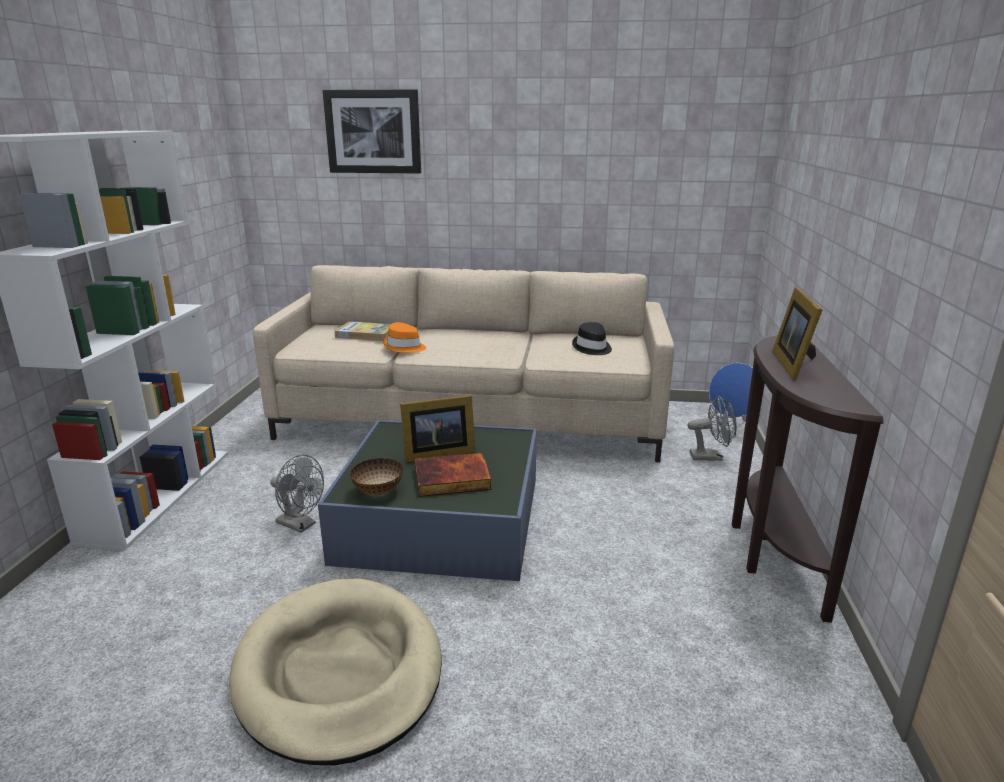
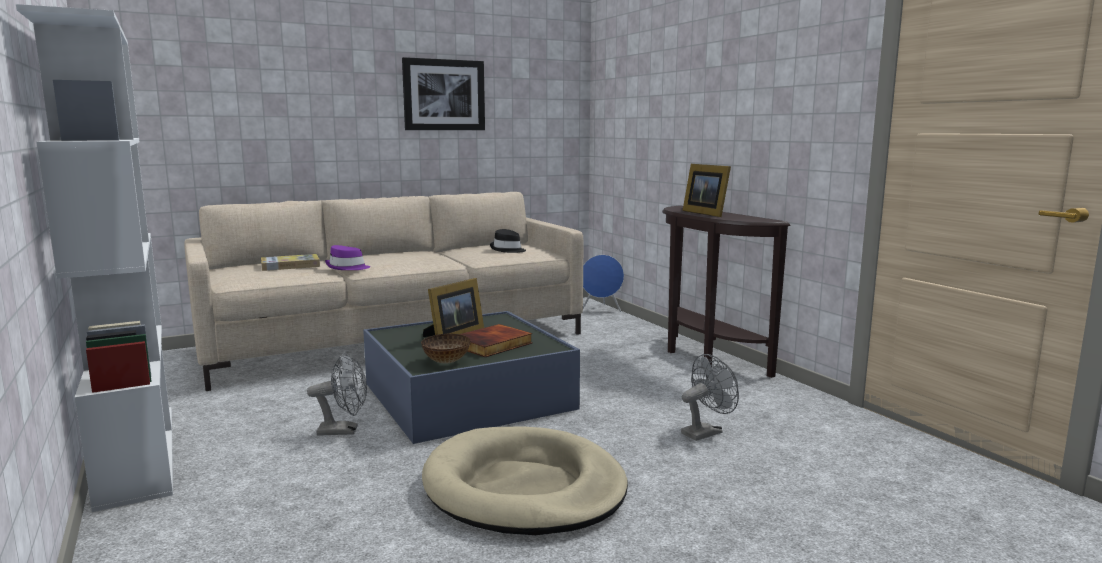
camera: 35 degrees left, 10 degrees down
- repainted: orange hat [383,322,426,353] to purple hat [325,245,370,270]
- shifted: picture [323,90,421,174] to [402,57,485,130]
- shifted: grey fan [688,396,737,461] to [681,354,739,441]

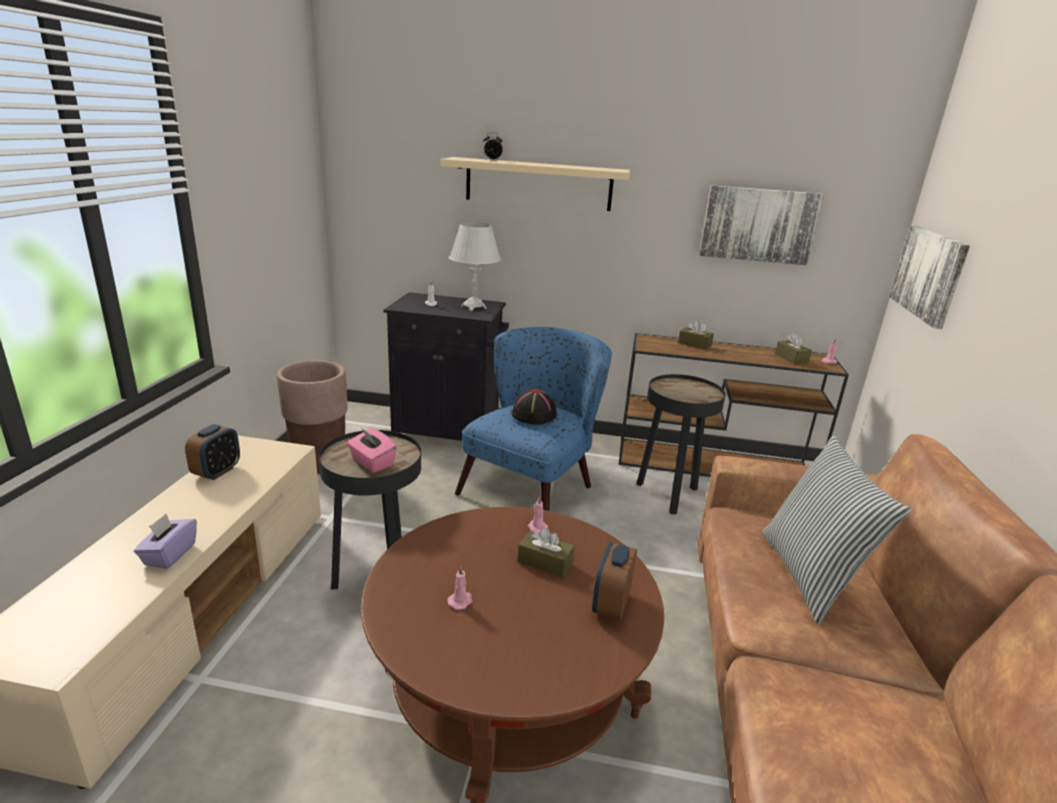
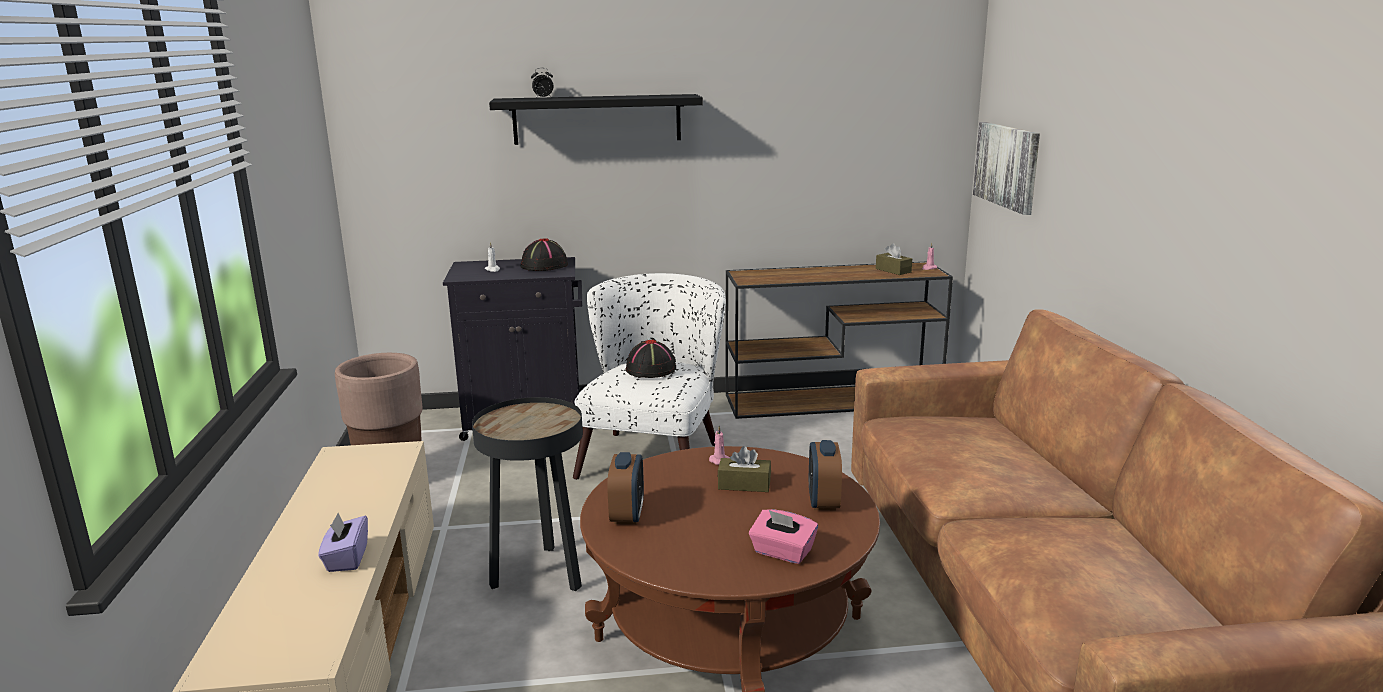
camera: 15 degrees left, 5 degrees down
- repainted: beige shelf [440,157,630,211] to black shelf [489,94,703,145]
- swapped: white table lamp [449,222,501,311] to black hat [520,238,568,271]
- repainted: blue armchair [455,327,612,511] to white armchair [573,273,726,480]
- shifted: alarm clock [185,424,240,480] to [607,452,644,524]
- shifted: pink tissue box [347,427,397,473] to [749,509,818,564]
- gone: pink candle [447,566,472,610]
- gone: black side table [636,374,726,515]
- gone: brown tissue box [678,320,714,350]
- gone: picture [699,185,824,265]
- gone: pillow [762,435,912,624]

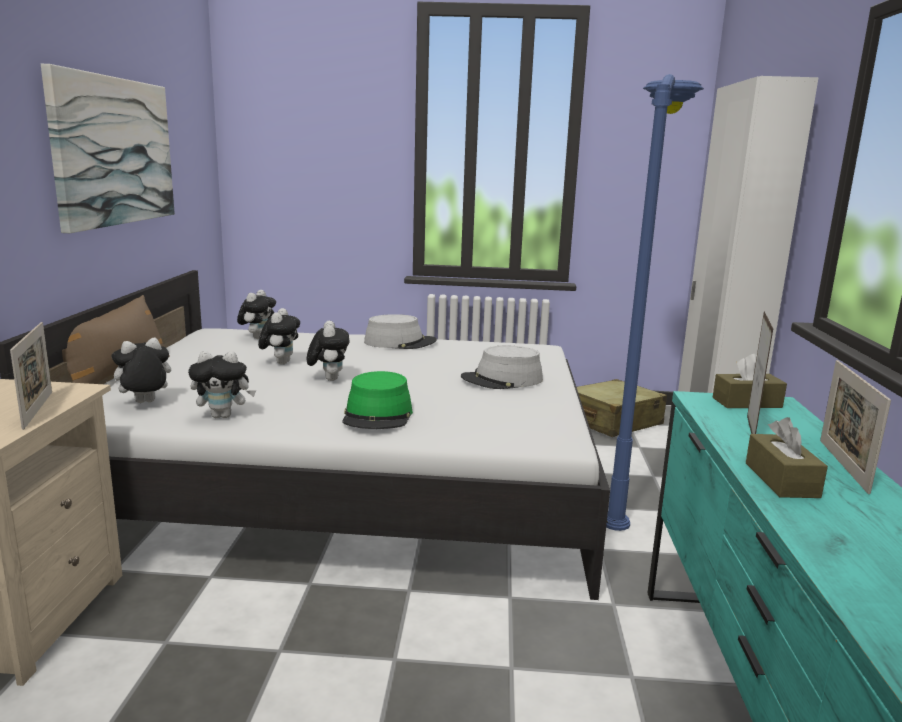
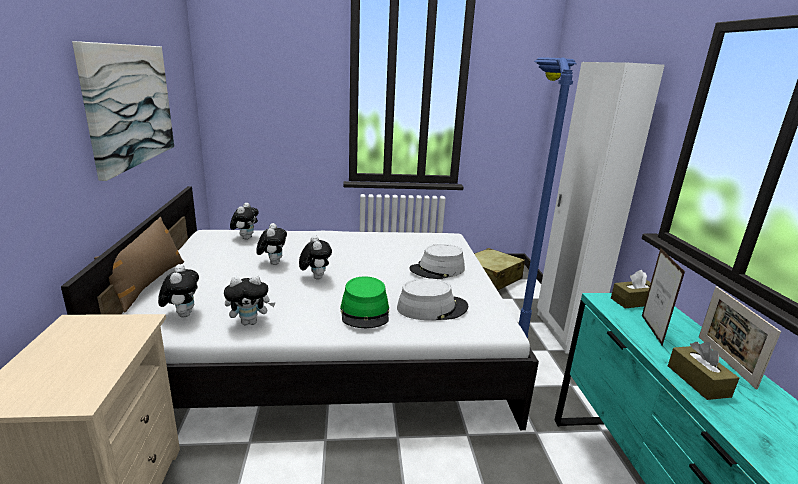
camera: 10 degrees left, 5 degrees up
- rotated: plush toy [106,337,171,403] = [158,264,199,317] 120 degrees clockwise
- shifted: grey hat [364,314,437,349] to [397,278,468,320]
- gone: picture frame [10,322,52,430]

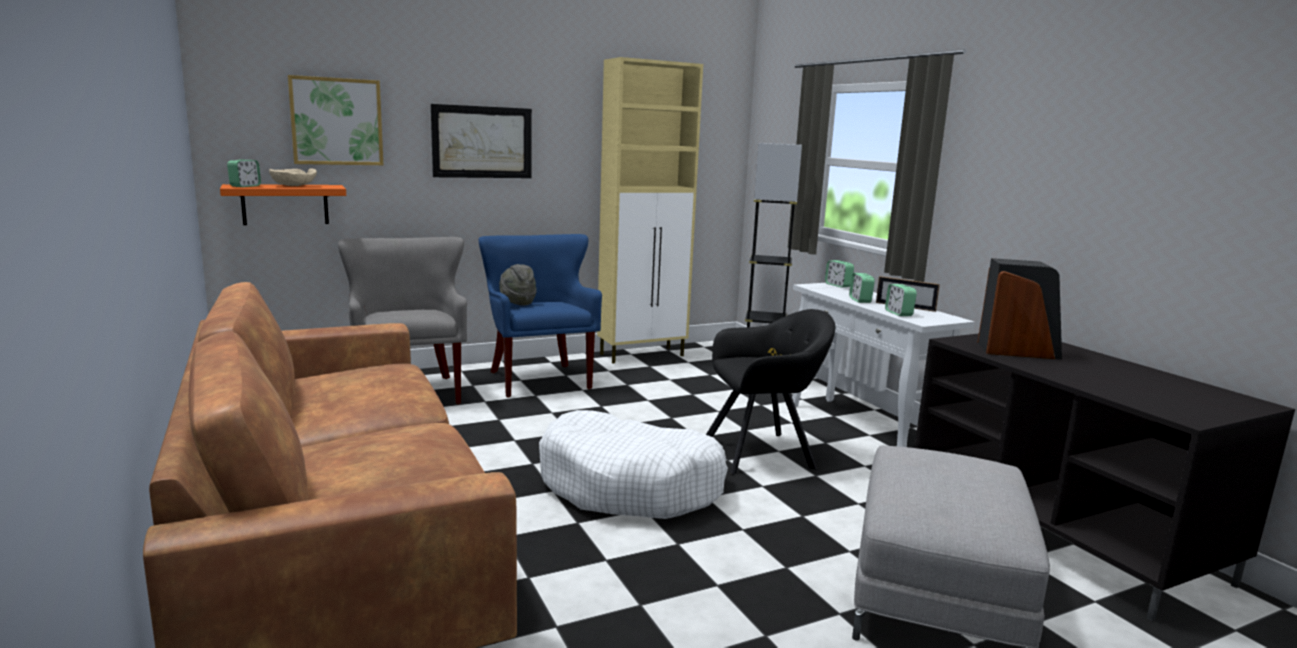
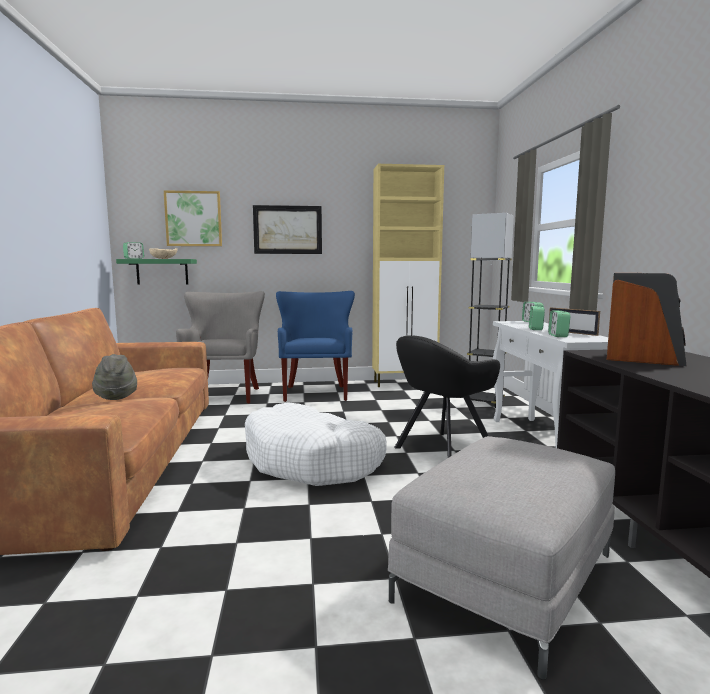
camera: 20 degrees right, 5 degrees down
- shifted: grey hat [499,264,537,306] to [92,354,137,400]
- repainted: orange shelf [220,184,346,225] to green shelf [116,259,197,285]
- rotated: black armchair [706,309,836,475] = [394,335,500,458] 135 degrees clockwise

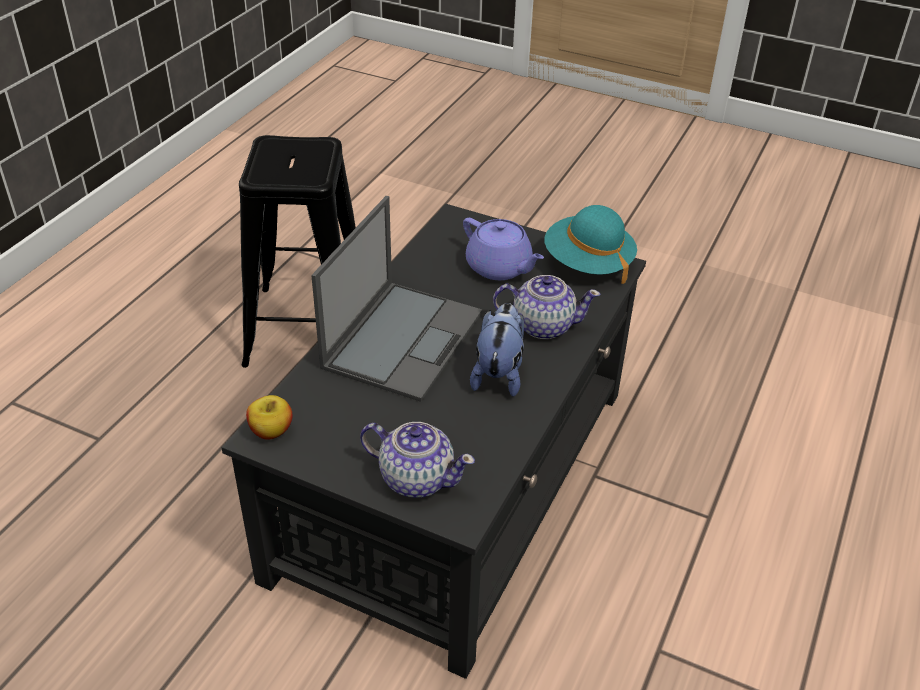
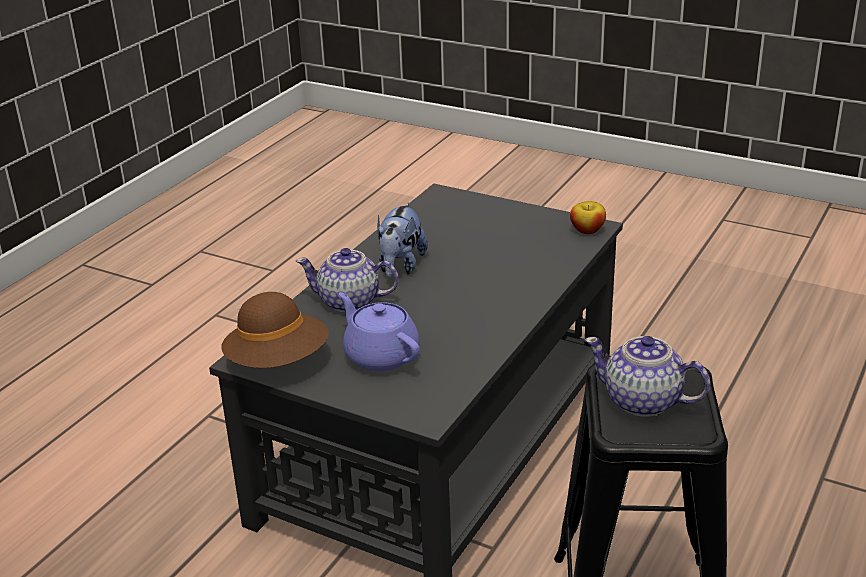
camera: 175 degrees left, 10 degrees down
- repainted: turquoise hat [544,205,637,284] to brown hat [222,292,329,368]
- shifted: teapot [360,422,475,498] to [584,336,710,417]
- gone: laptop [311,196,482,402]

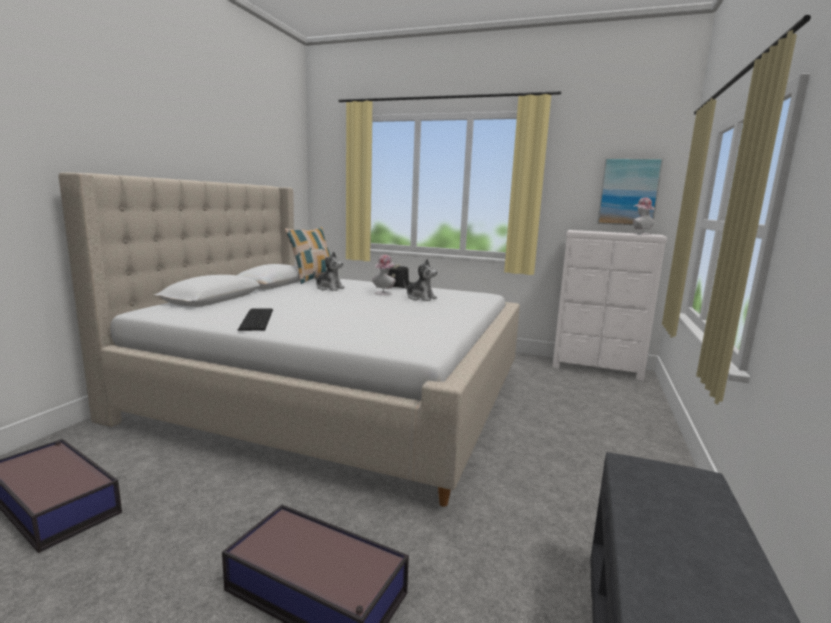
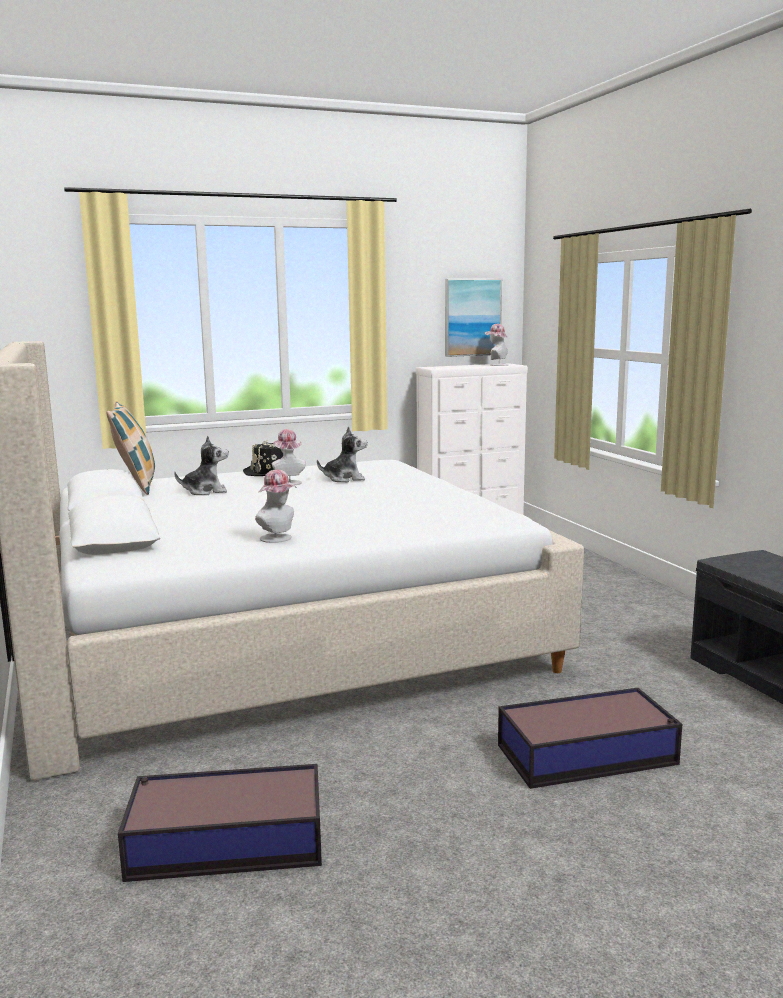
camera: 40 degrees left, 0 degrees up
- swapped: keyboard [238,308,273,331] to hat [255,469,297,543]

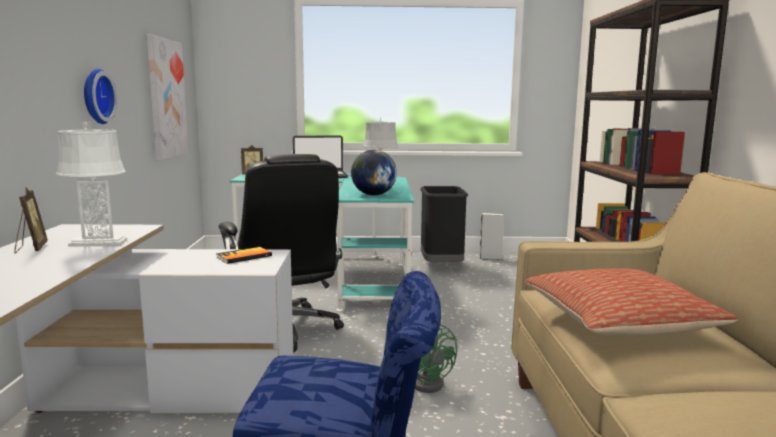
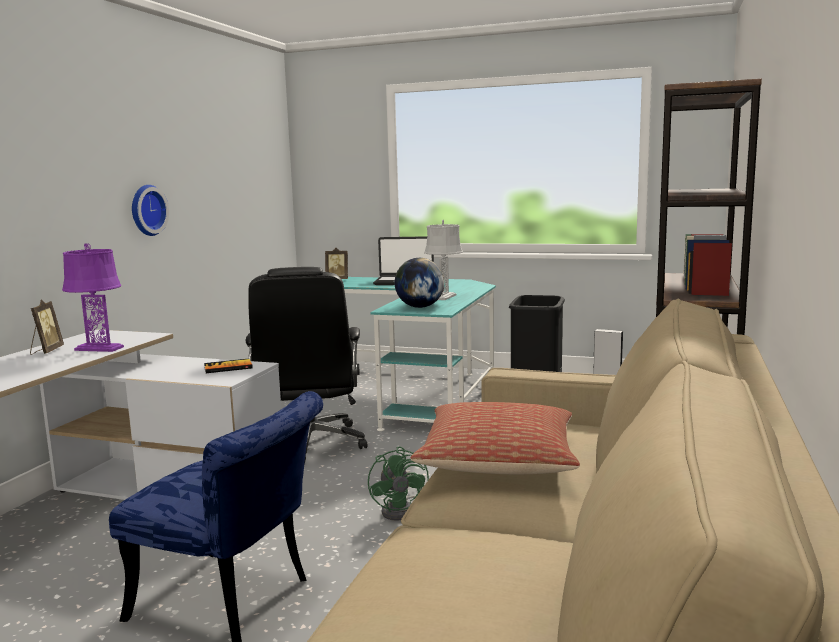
camera: 20 degrees right, 0 degrees up
- repainted: white table lamp [56,121,127,247] to purple table lamp [62,244,124,352]
- gone: picture [147,34,188,161]

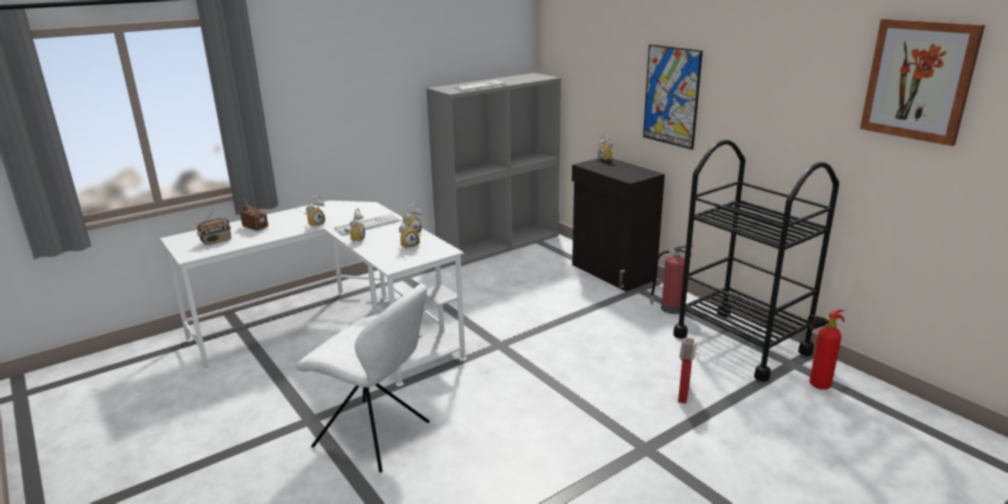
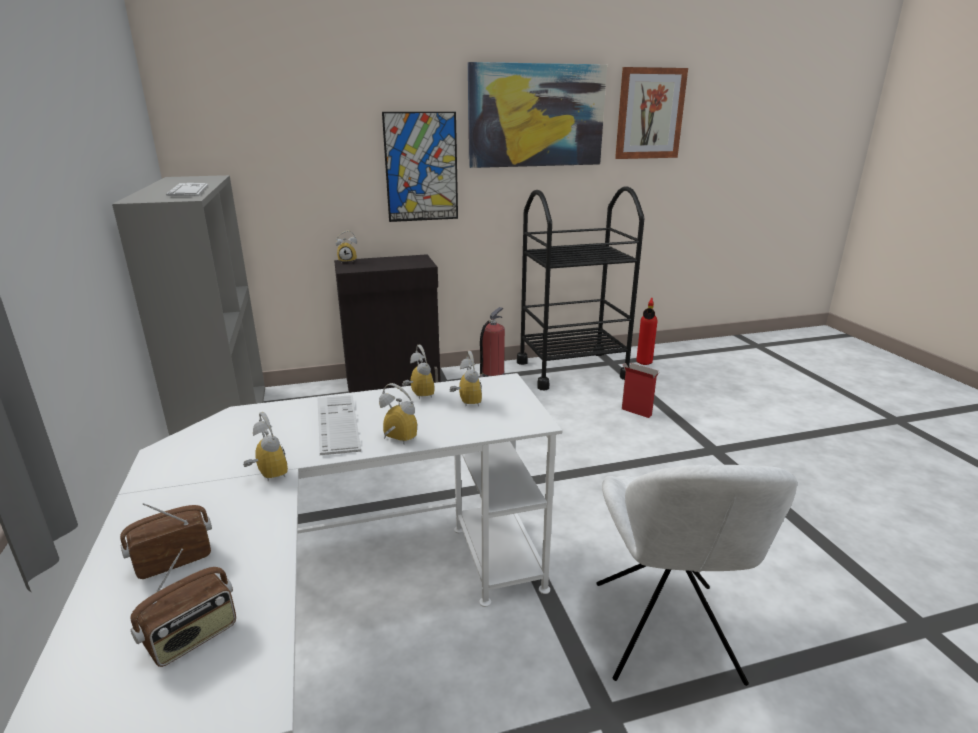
camera: 70 degrees left, 0 degrees up
- rotated: radio [197,210,231,245] = [130,549,236,667] 60 degrees clockwise
- new: picture [468,62,607,168]
- rotated: white chair [296,284,430,473] = [596,465,797,686] 135 degrees clockwise

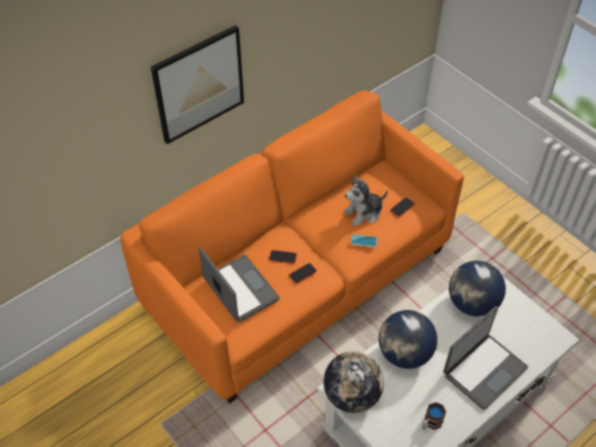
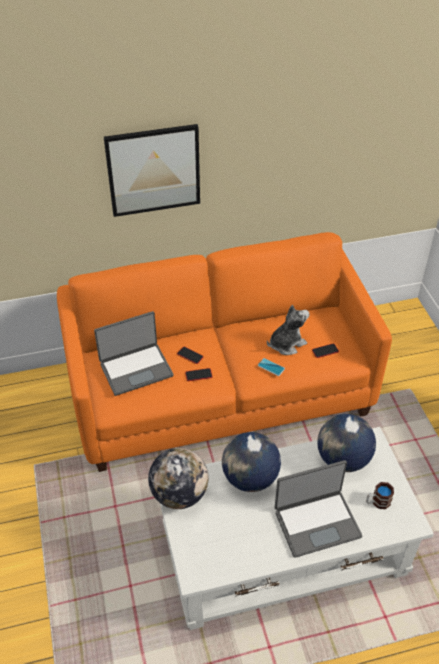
camera: 25 degrees right, 5 degrees down
- rotated: laptop [199,248,279,322] = [94,311,174,396] 75 degrees clockwise
- rotated: plush toy [344,175,388,226] = [267,305,309,355] 150 degrees clockwise
- shifted: mug [422,402,446,430] to [366,482,394,509]

